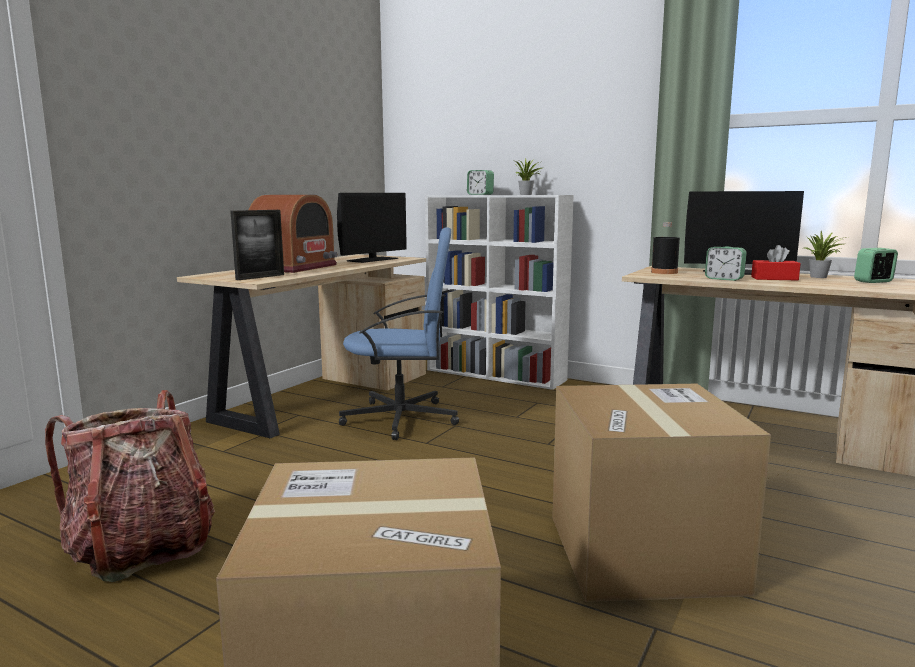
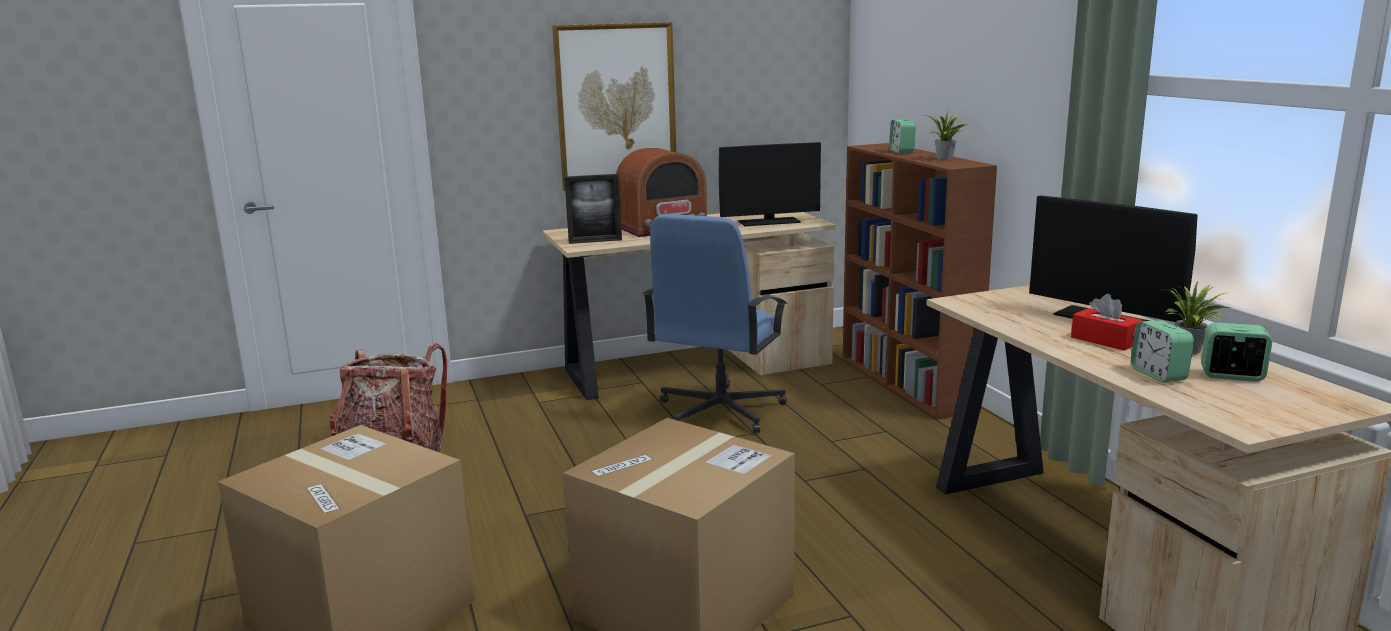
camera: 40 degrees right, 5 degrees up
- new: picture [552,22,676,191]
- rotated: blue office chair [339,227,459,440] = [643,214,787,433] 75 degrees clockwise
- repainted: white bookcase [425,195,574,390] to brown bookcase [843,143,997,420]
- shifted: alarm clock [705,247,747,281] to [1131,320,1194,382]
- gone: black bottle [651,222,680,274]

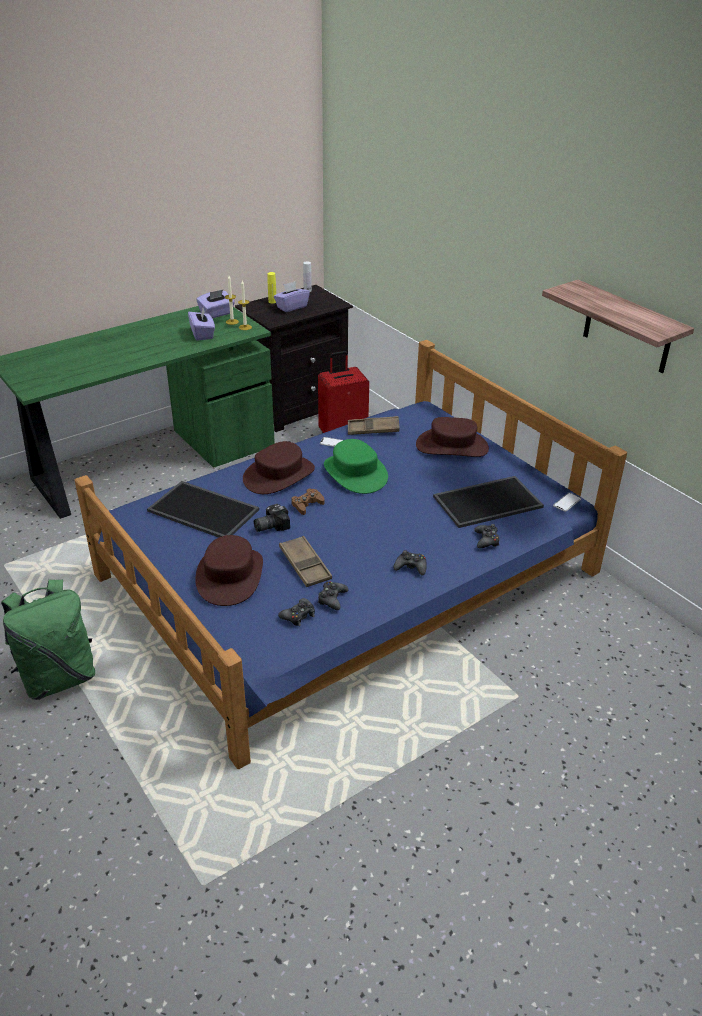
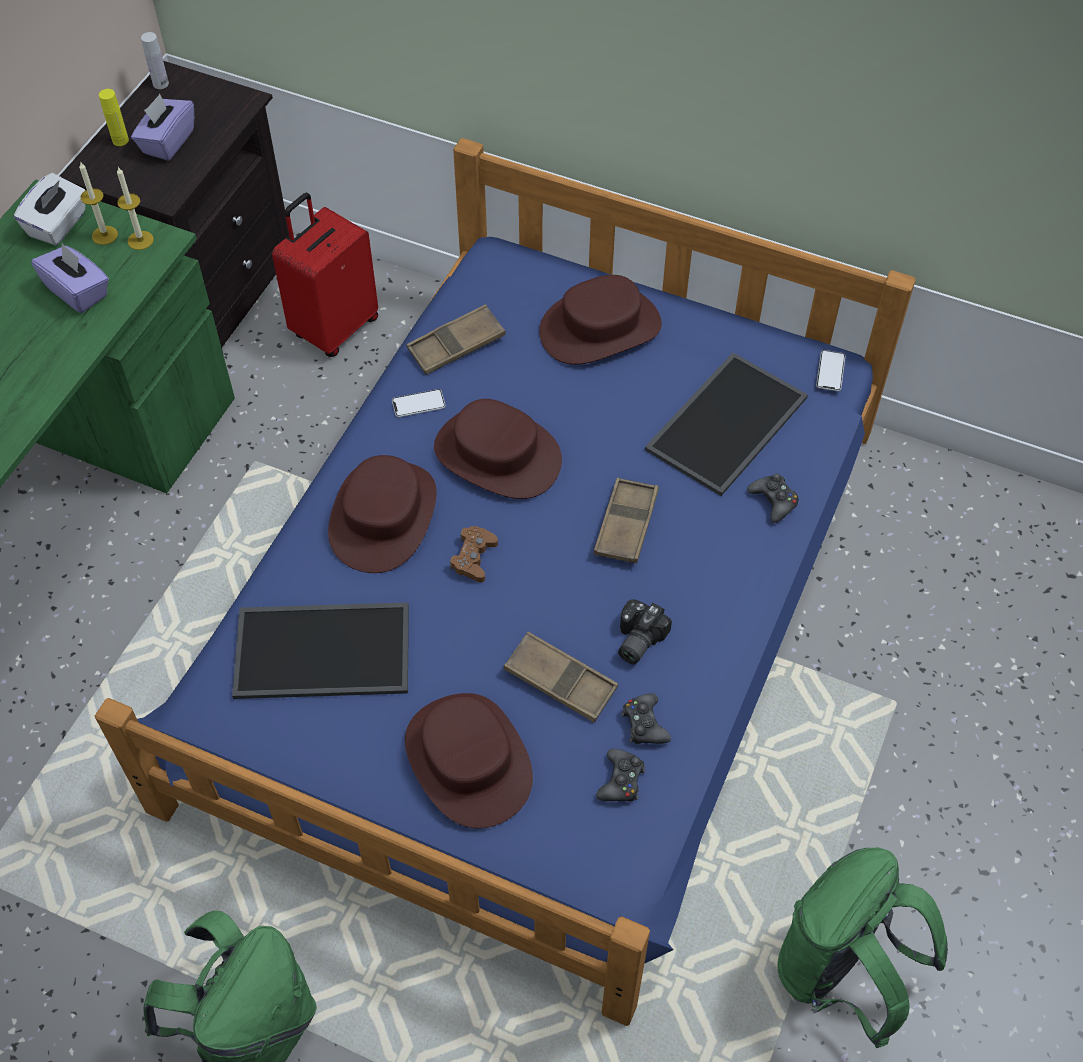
camera: 30 degrees left, 20 degrees up
- repainted: purple tissue box [196,290,235,319] to white tissue box [14,173,86,245]
- repainted: green hat [324,439,388,494] to brown hat [434,399,562,499]
- new: brown tray [594,477,659,563]
- shifted: photo camera [254,504,290,532] to [618,599,672,664]
- new: green backpack [777,847,948,1048]
- gone: black game controller [394,550,427,576]
- gone: shelf [542,280,694,373]

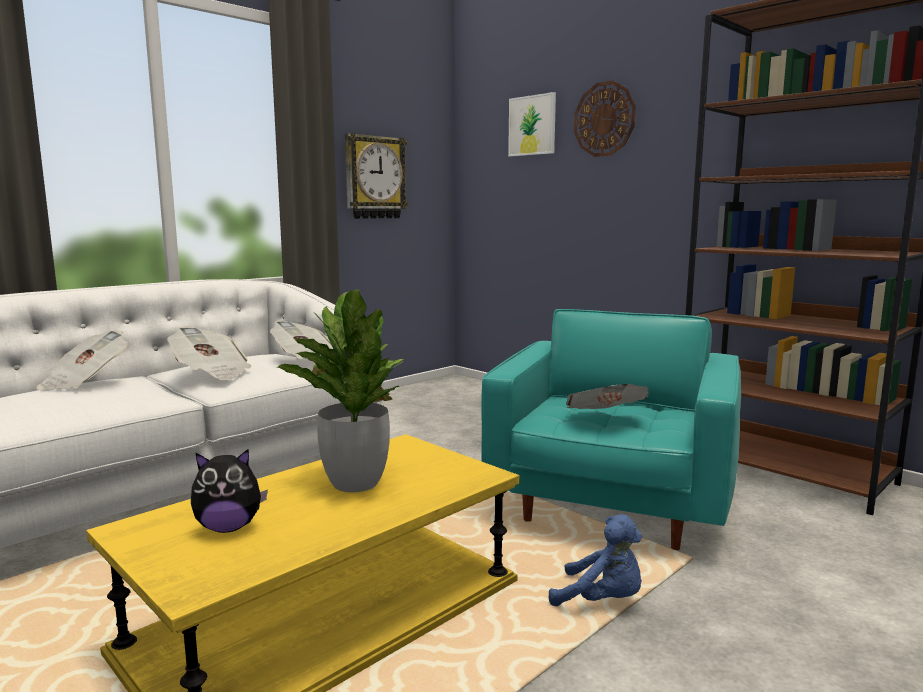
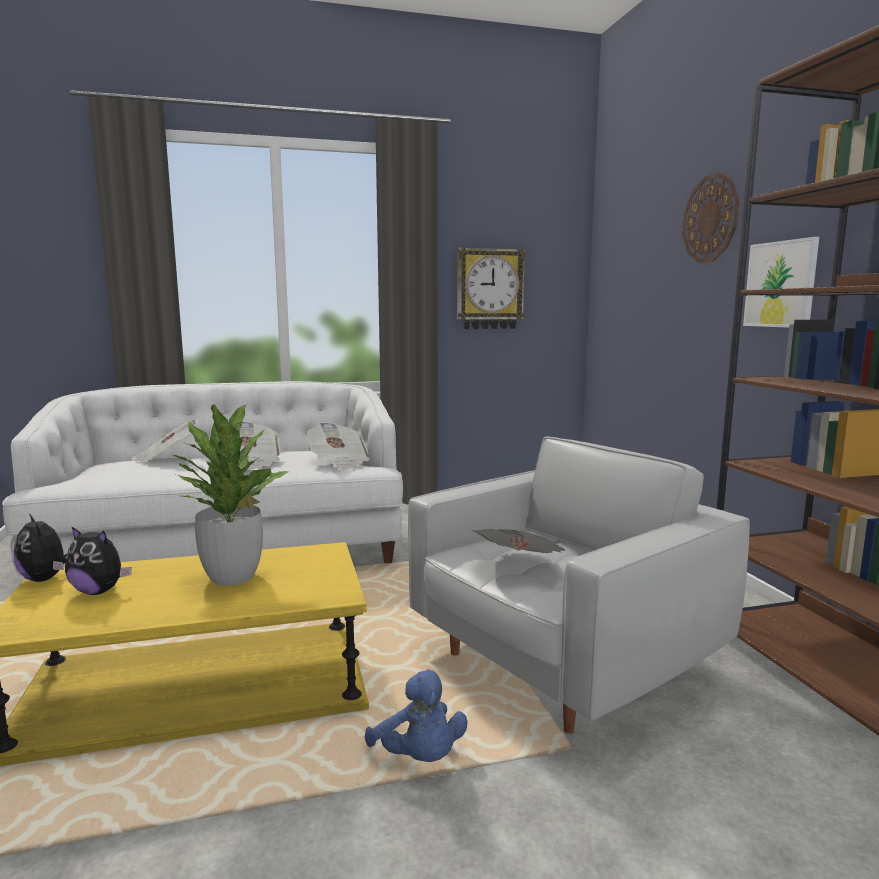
camera: 30 degrees right, 0 degrees up
- new: plush toy [14,513,67,582]
- repainted: turquoise armchair [481,309,741,550] to white armchair [408,436,750,734]
- shifted: picture [508,92,556,157] to [743,237,819,328]

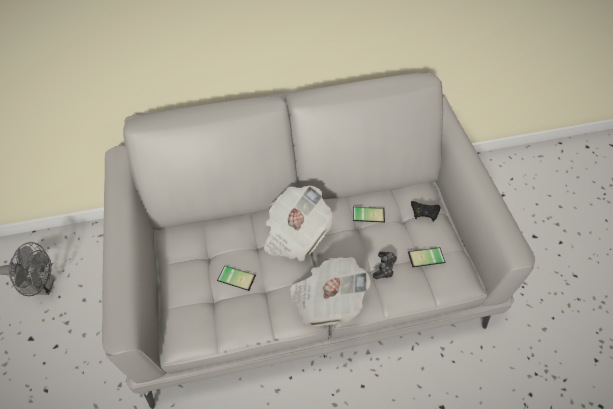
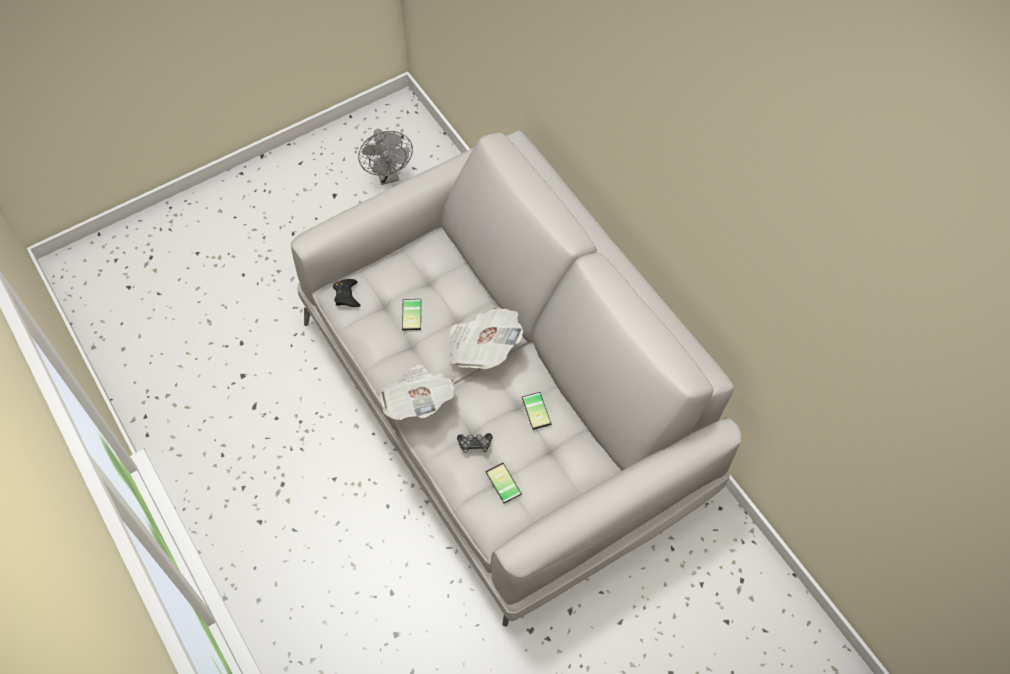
camera: 70 degrees right, 5 degrees up
- shifted: black game controller [411,201,440,222] to [333,279,360,307]

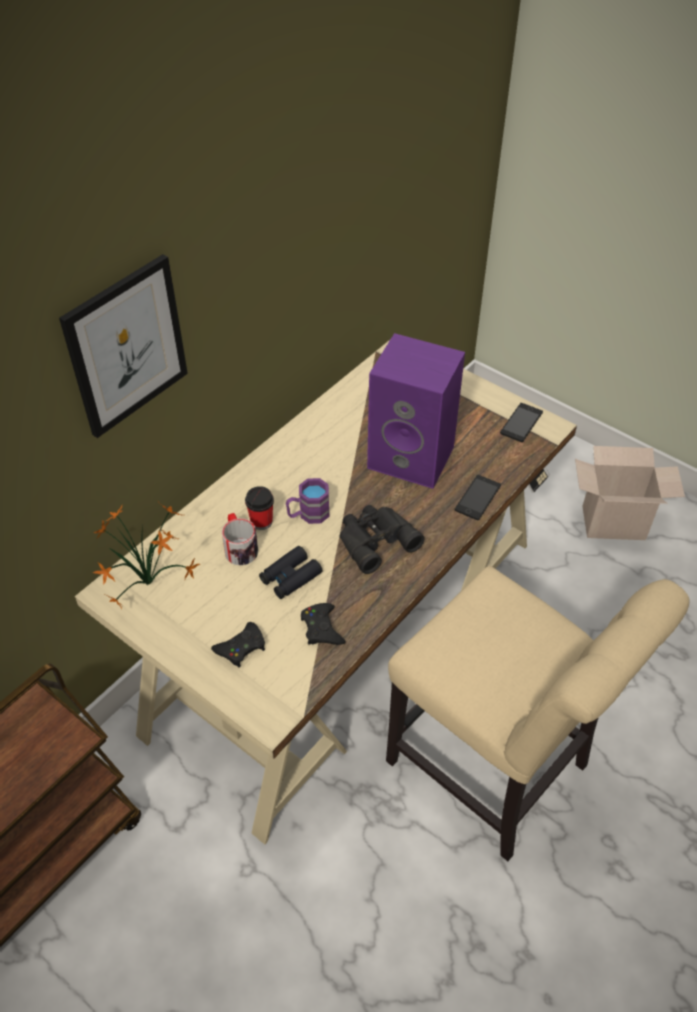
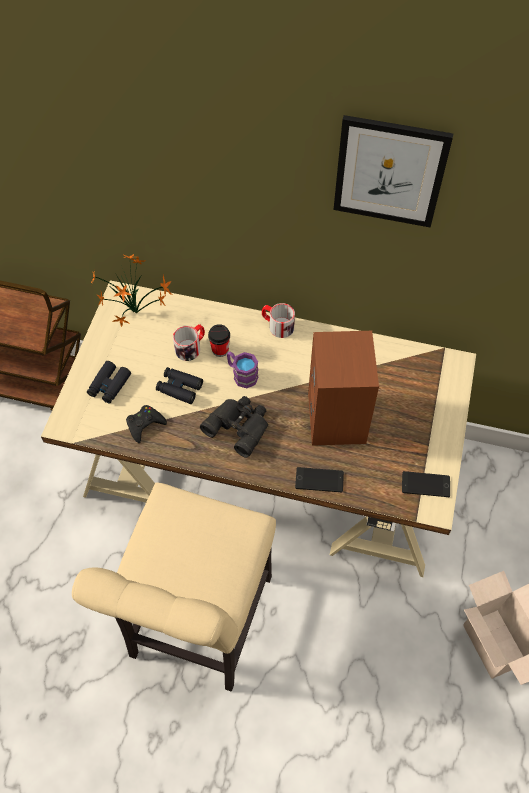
camera: 65 degrees right, 10 degrees up
- swapped: black game controller [211,622,265,668] to black binoculars [87,361,131,404]
- new: mug [262,303,295,338]
- repainted: purple speaker [367,333,465,489] to brown speaker [308,331,379,446]
- shifted: picture [59,254,188,438] to [333,115,453,227]

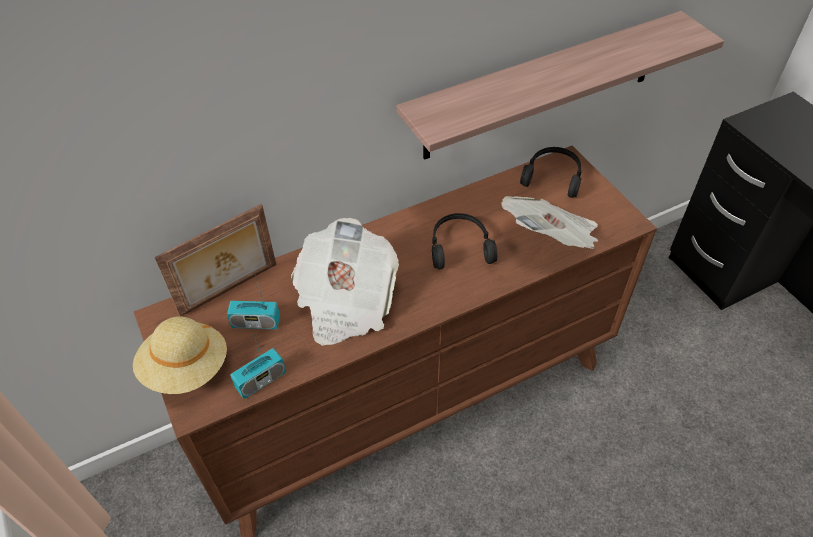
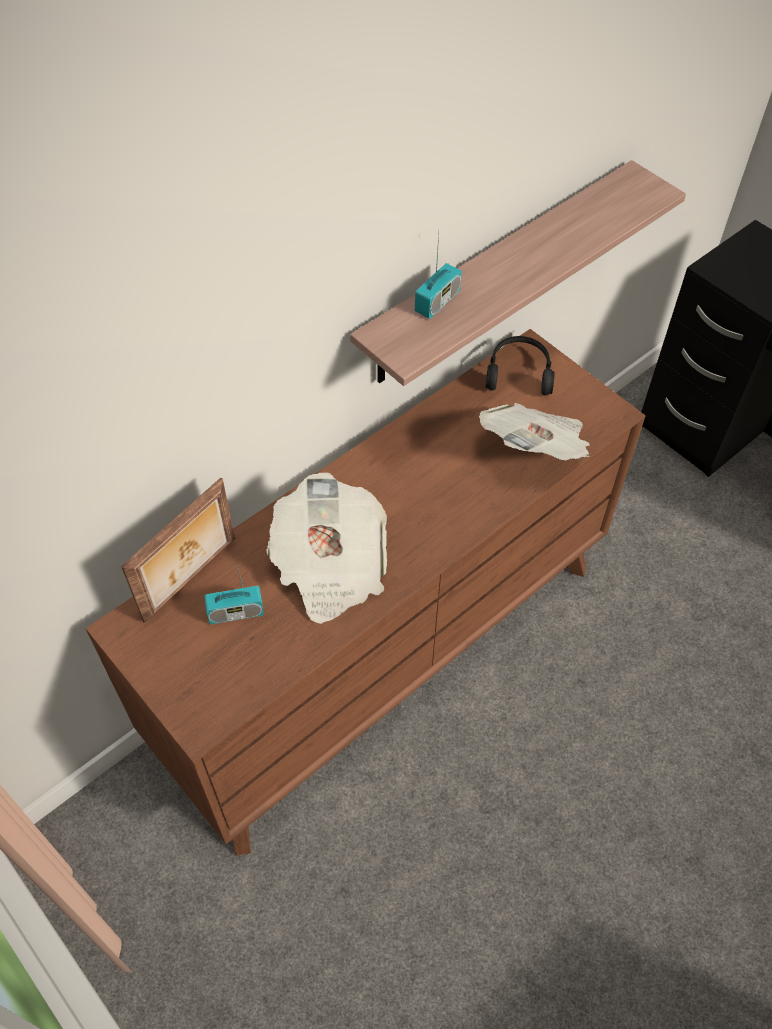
camera: 15 degrees left, 5 degrees up
- shifted: radio [230,326,286,399] to [415,235,462,319]
- gone: beige hat [133,316,227,394]
- gone: black headphones [432,213,497,269]

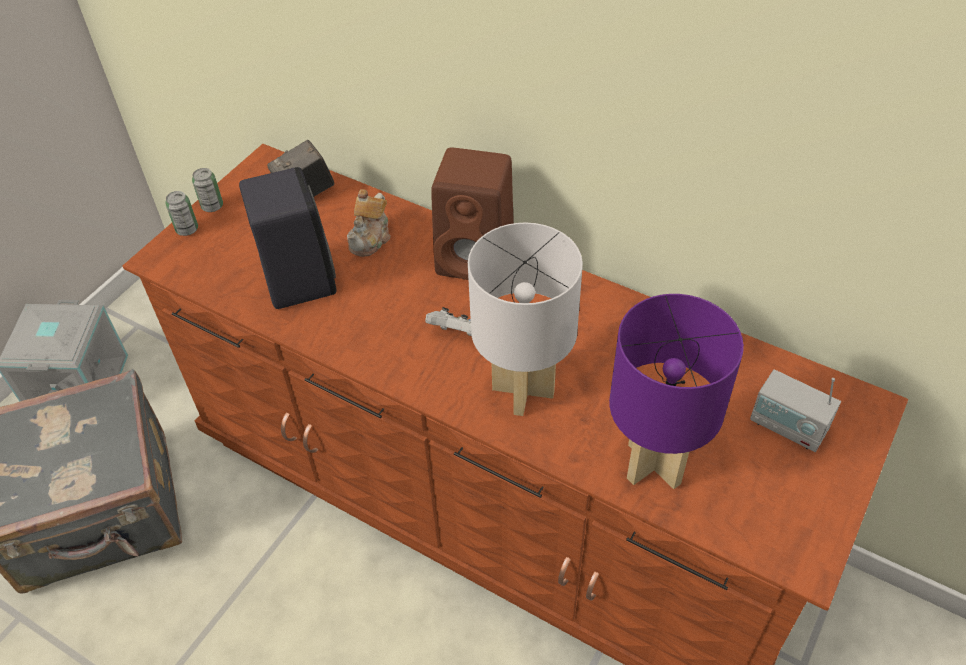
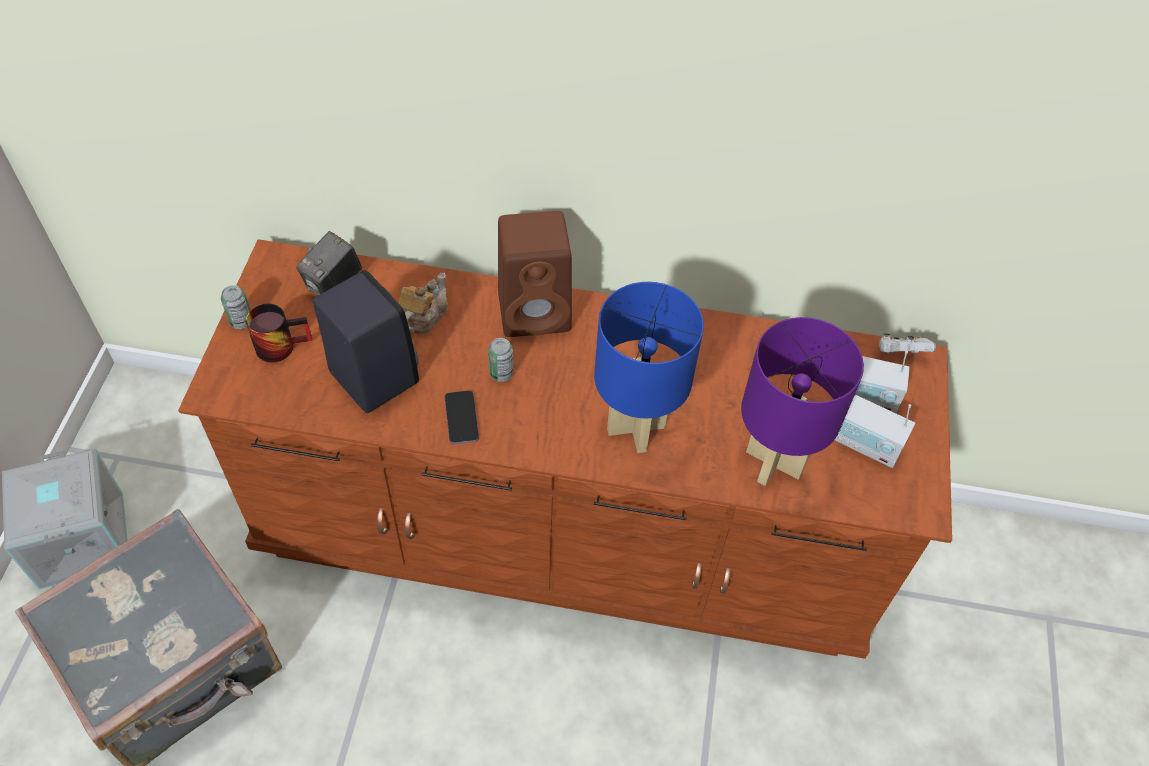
camera: 25 degrees left, 5 degrees up
- new: mug [246,304,312,362]
- rotated: teapot [347,189,391,257] = [398,273,448,335] 150 degrees counterclockwise
- new: phone [445,390,479,444]
- shifted: can [165,191,198,236] to [488,338,514,382]
- repainted: white table lamp [468,223,583,416] to blue table lamp [594,282,704,453]
- new: radio [835,395,915,468]
- shifted: white game controller [425,307,471,336] to [879,334,936,354]

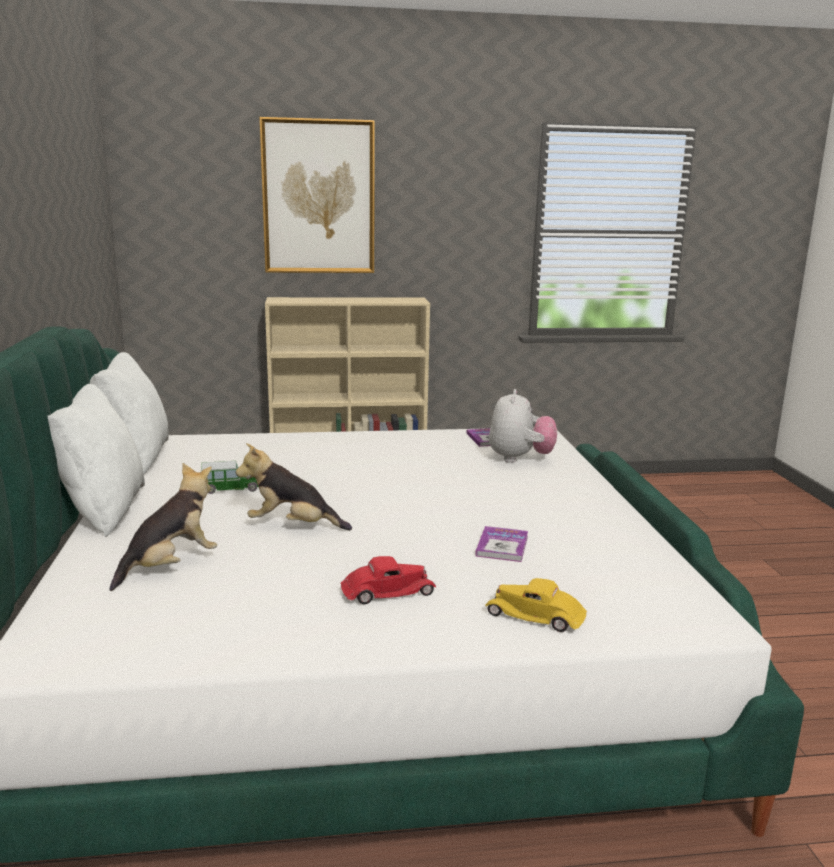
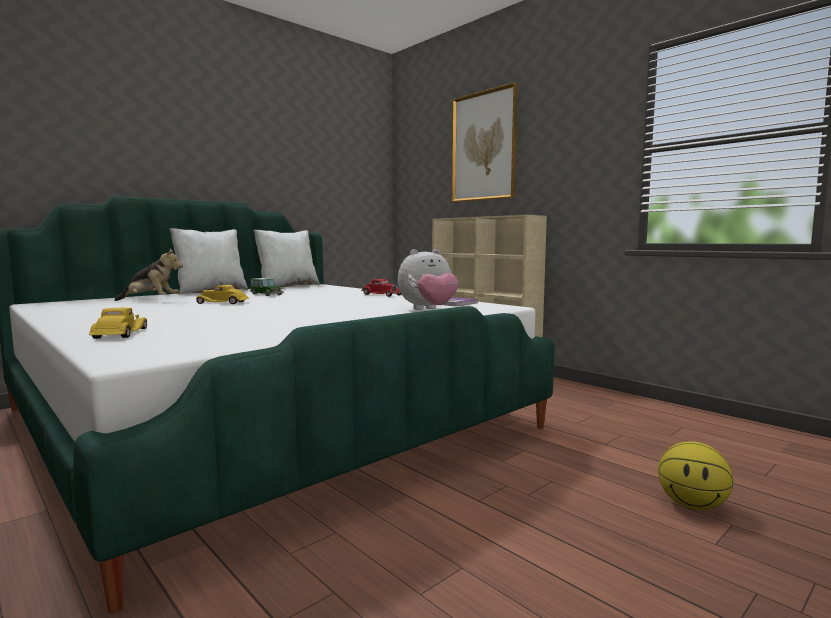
camera: 55 degrees right, 10 degrees down
- swapped: plush toy [236,443,352,530] to yellow toy car [195,285,250,304]
- shifted: red toy car [340,556,436,604] to [361,279,401,297]
- new: basketball [658,441,733,510]
- gone: book [475,526,528,562]

